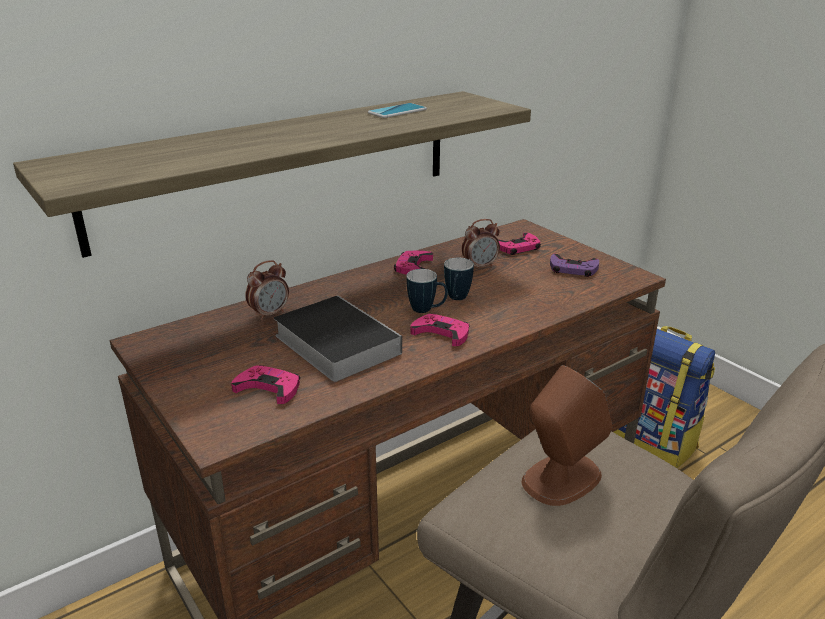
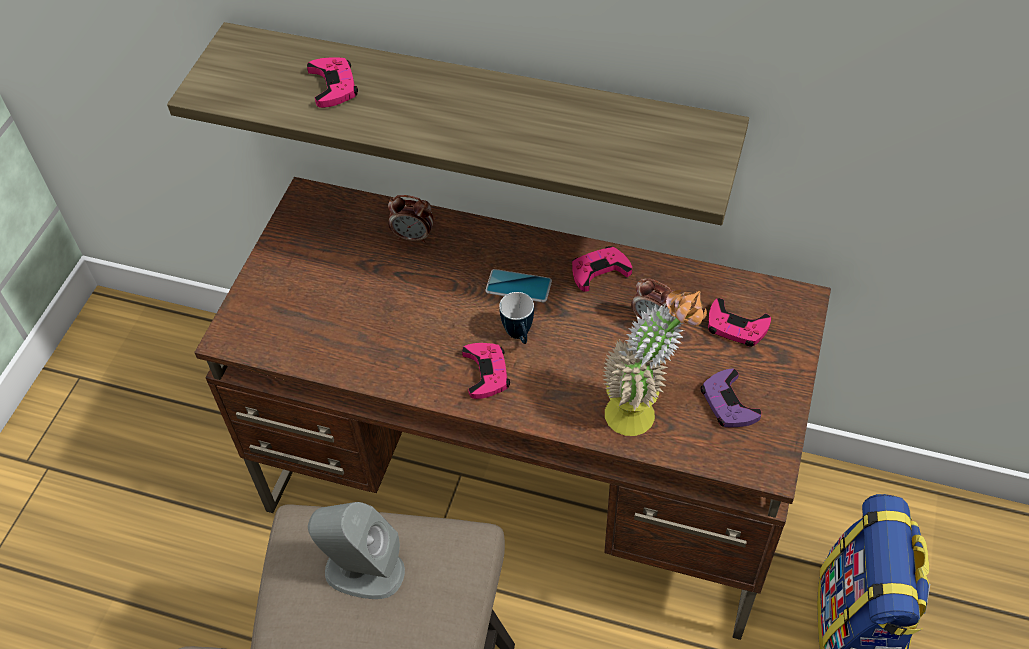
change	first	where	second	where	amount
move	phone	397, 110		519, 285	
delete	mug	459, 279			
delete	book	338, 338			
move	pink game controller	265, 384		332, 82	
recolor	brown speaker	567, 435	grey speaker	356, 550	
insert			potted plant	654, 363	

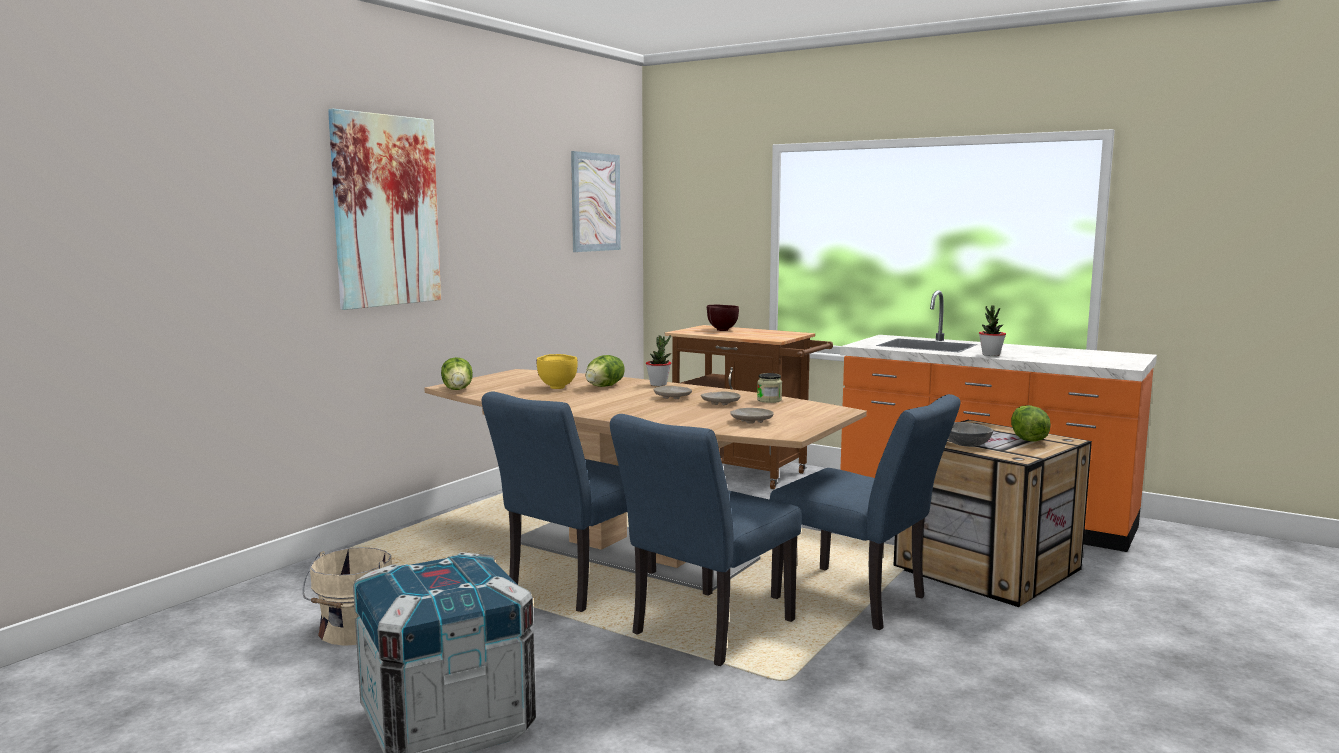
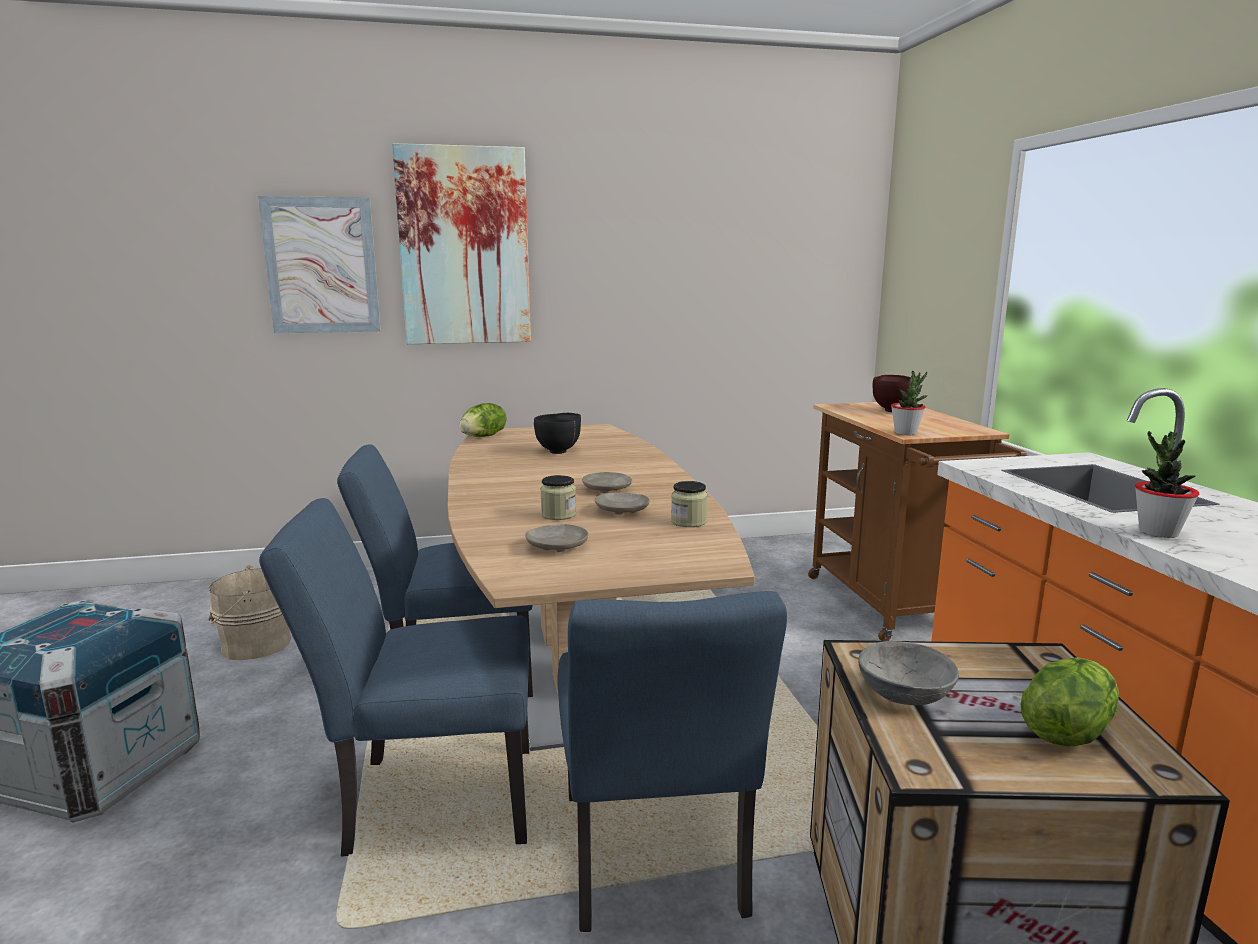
change	first	where	second	where	amount
move	picture	596, 201		319, 264	
move	potted plant	658, 360		909, 403	
recolor	yellow bowl	557, 371	black bowl	557, 433	
delete	lettuce	605, 371			
insert			jar	558, 497	

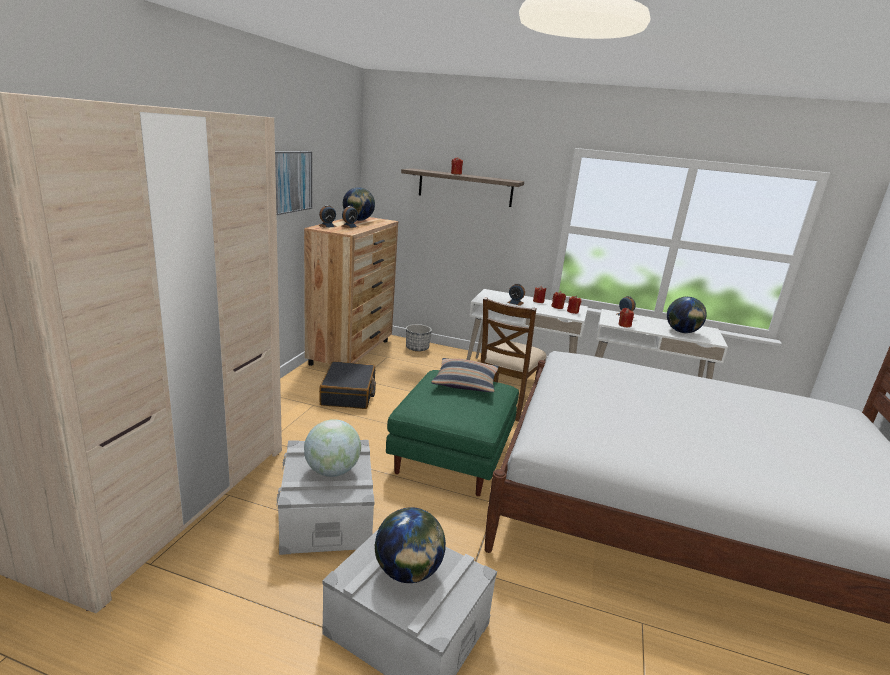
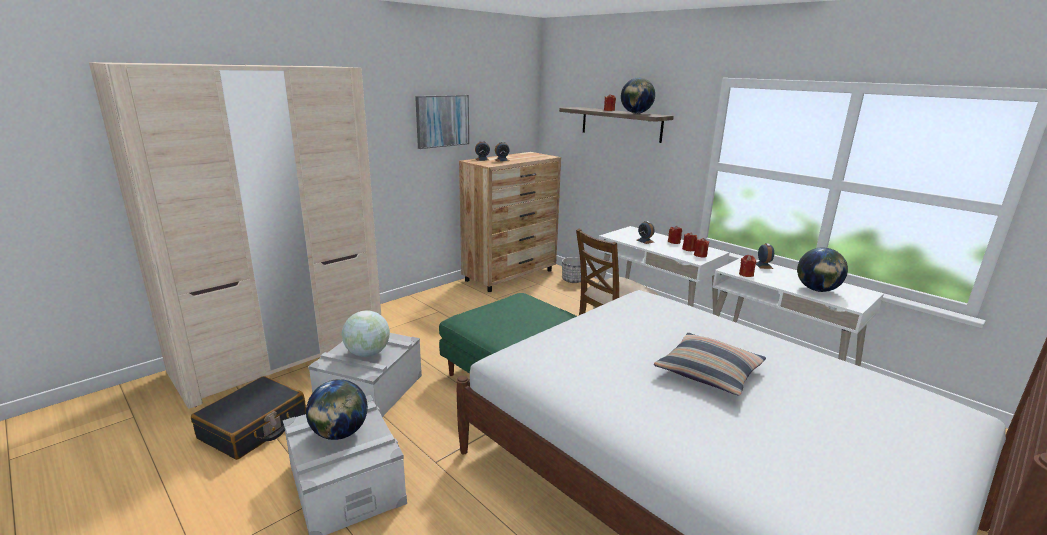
change	first	where	second	where	amount
move	globe	359, 204		638, 96	
move	pillow	465, 375		710, 364	
move	black suitcase	347, 385		248, 418	

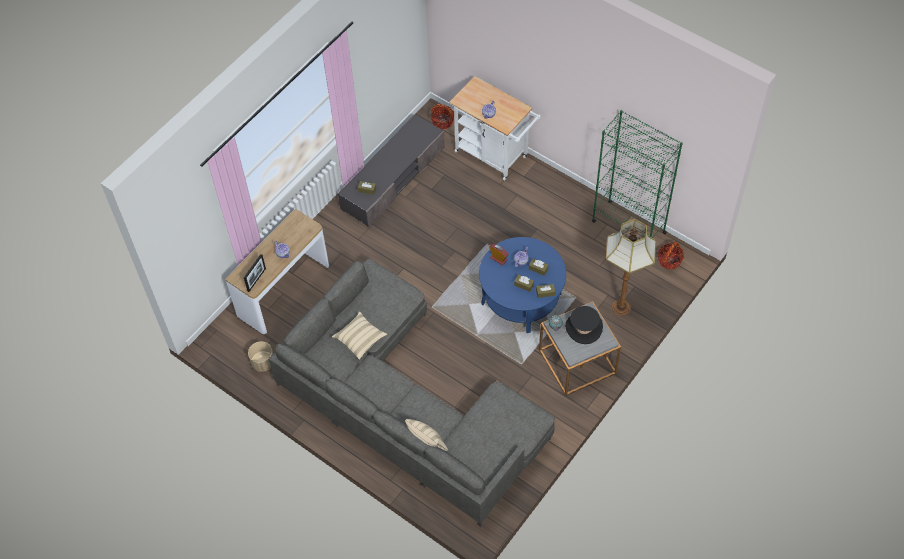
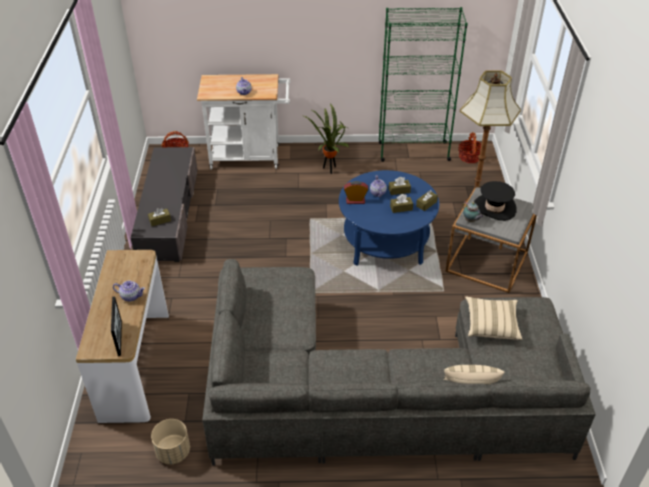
change	first	where	second	where	amount
move	beige pillow	359, 335		493, 318	
insert			potted plant	326, 138	

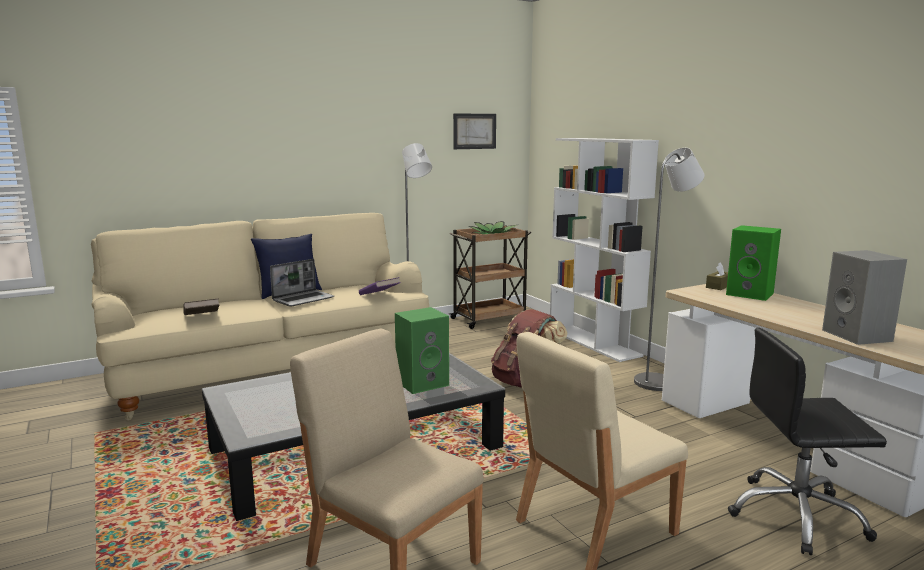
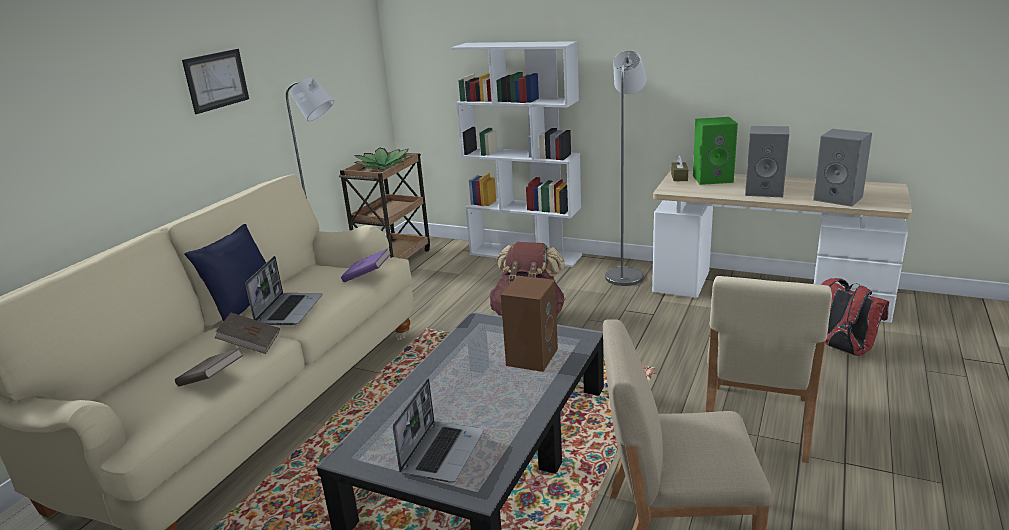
change	first	where	second	where	amount
move	picture	474, 131		215, 81	
recolor	green speaker	422, 350	brown speaker	529, 324	
replace	black office chair	807, 441	red backpack	855, 317	
insert			grey speaker	767, 161	
insert			brown book	247, 333	
insert			laptop	438, 430	

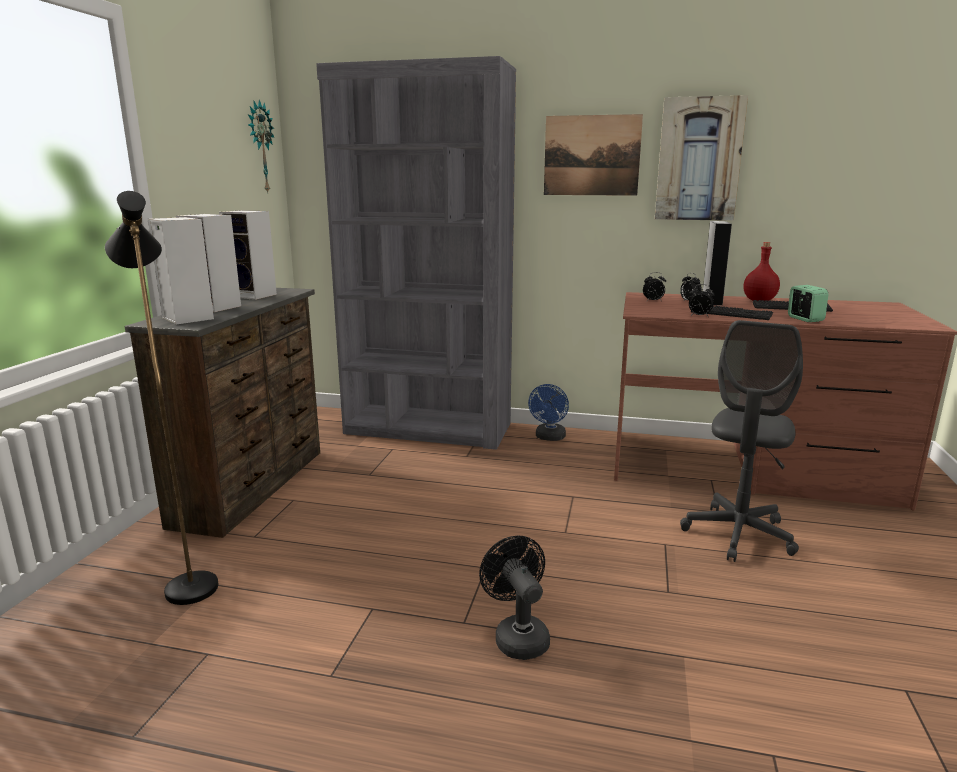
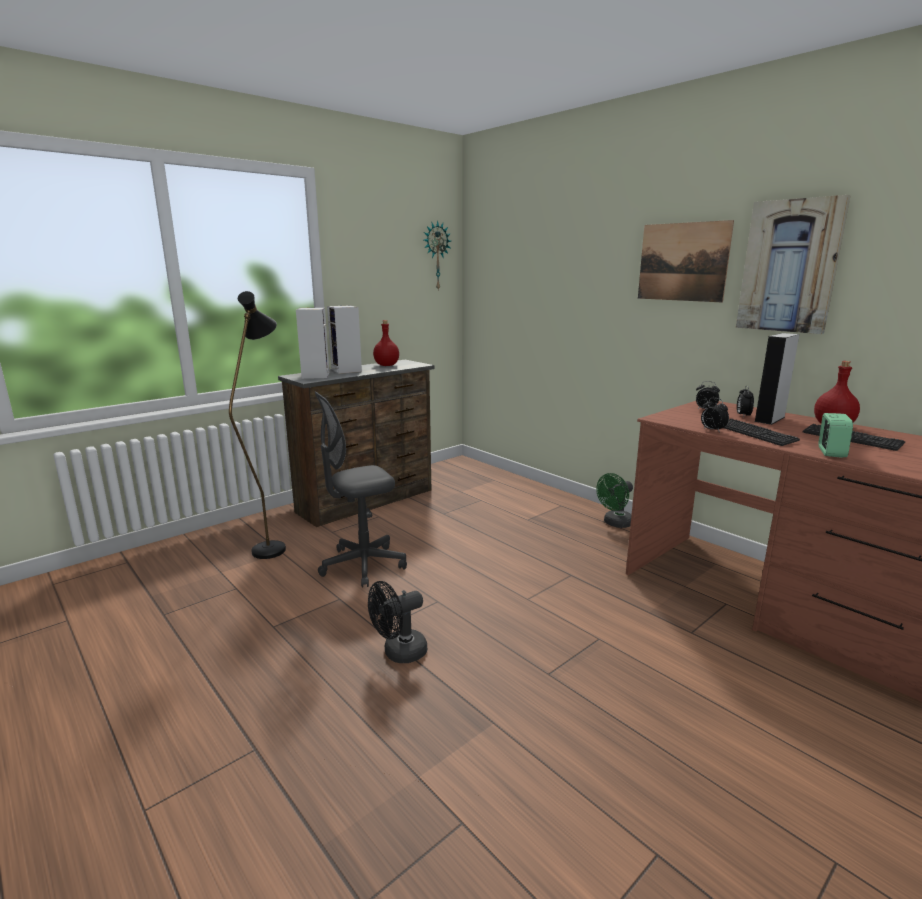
change	first	where	second	where	amount
delete	grey bookcase	416, 253			
replace	speaker	248, 255	red bottle	386, 343	
move	grey office chair	741, 441		361, 489	
recolor	blue fan	548, 412	green fan	614, 500	
rotate	black fan	514, 598		397, 622	135 degrees counterclockwise

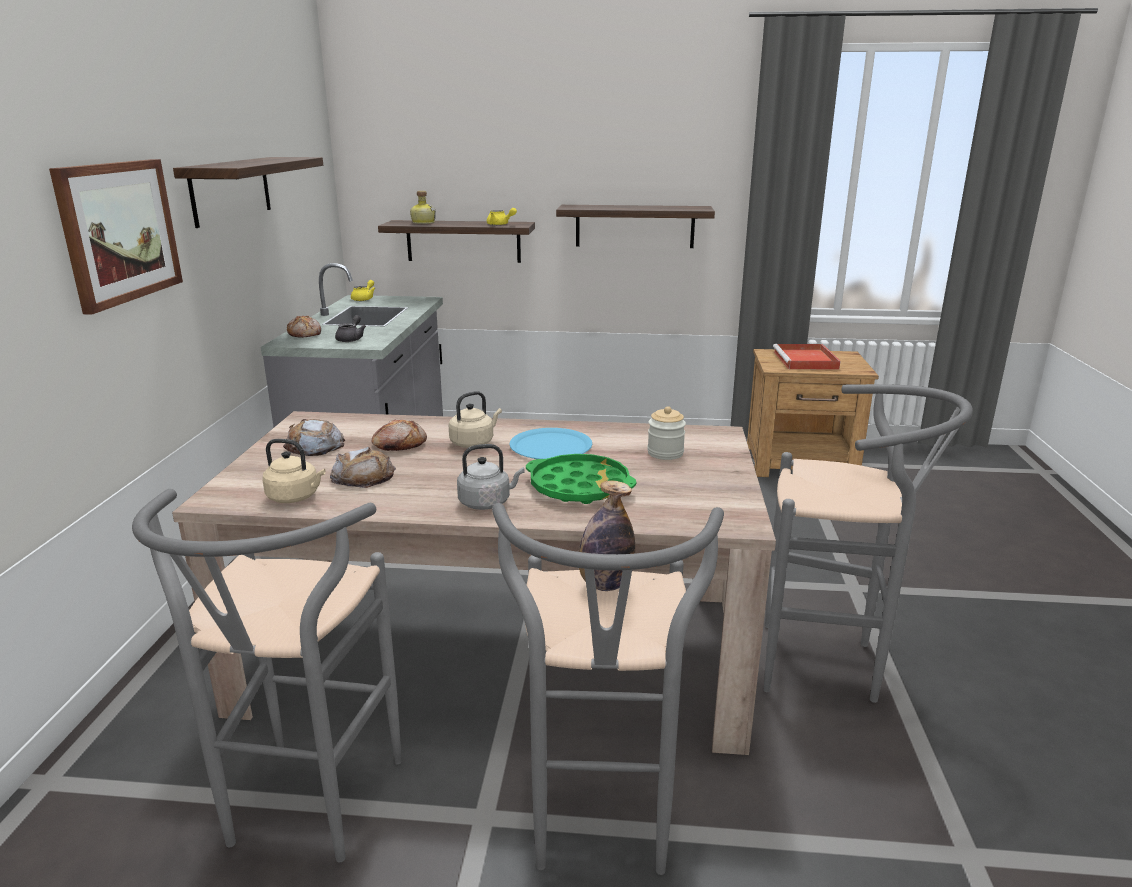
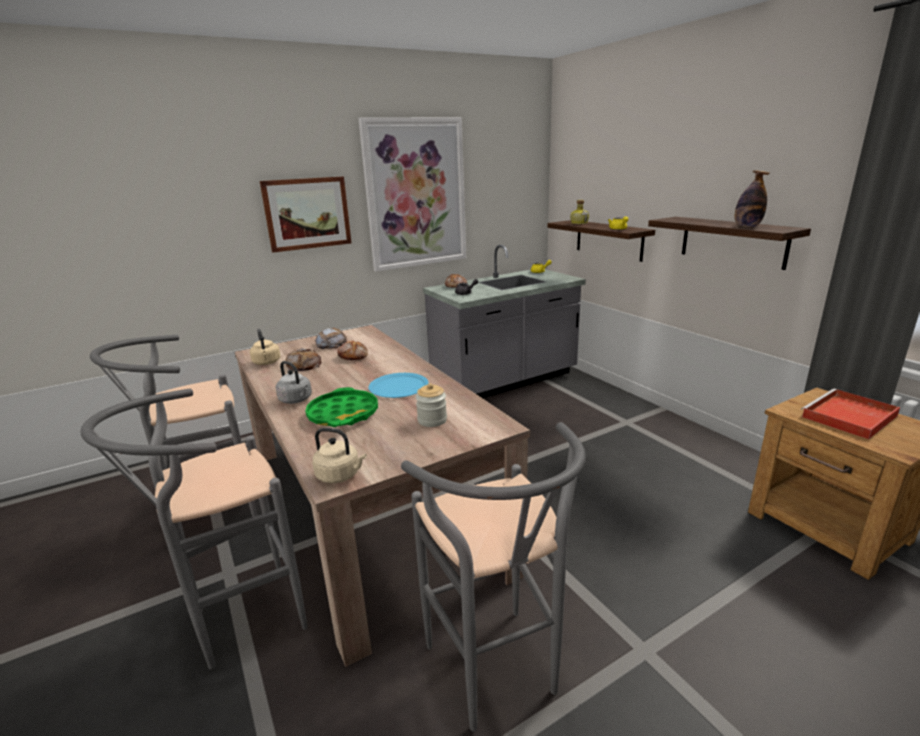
change	first	where	second	where	amount
replace	shelf	248, 192	picture	412, 194	
move	beige kettle	475, 419		339, 455	
move	bottle	607, 535		752, 198	

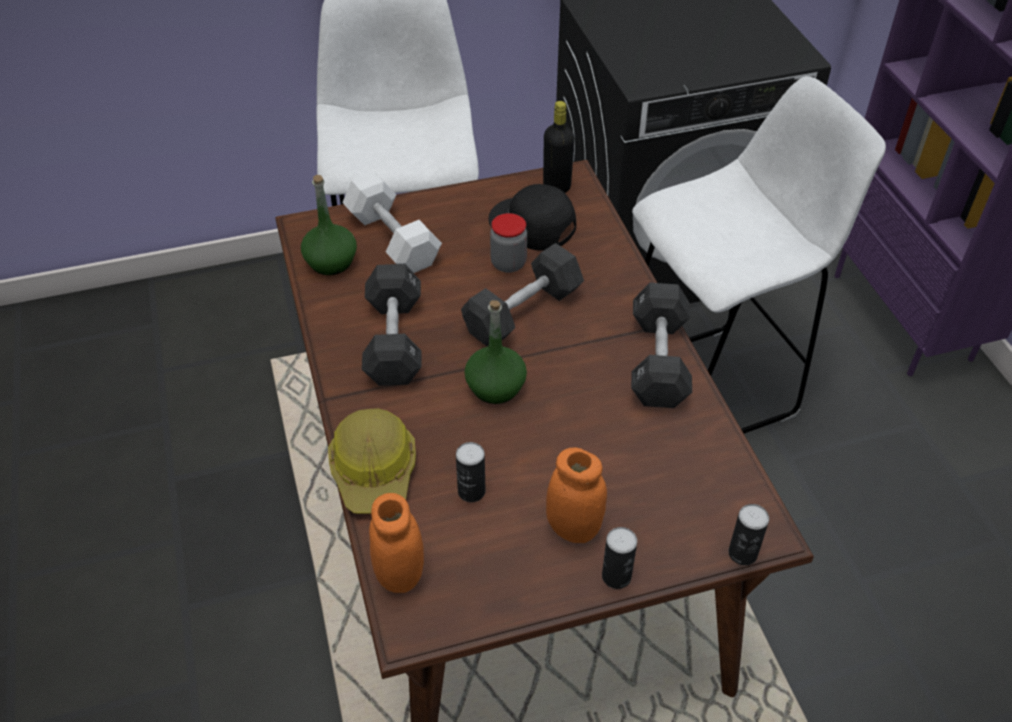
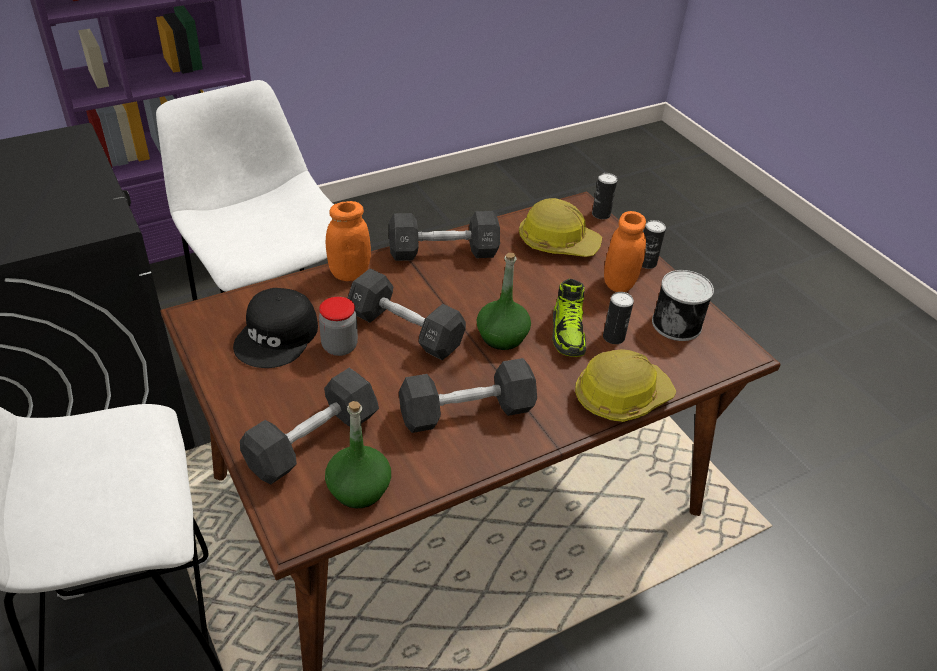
change	first	where	second	where	amount
delete	black bottle	559, 147			
recolor	white dumbbell	392, 222	black dumbbell	309, 426	
move	orange jar	396, 543		348, 241	
insert			hard hat	560, 227	
insert			can	683, 305	
insert			shoe	569, 318	

